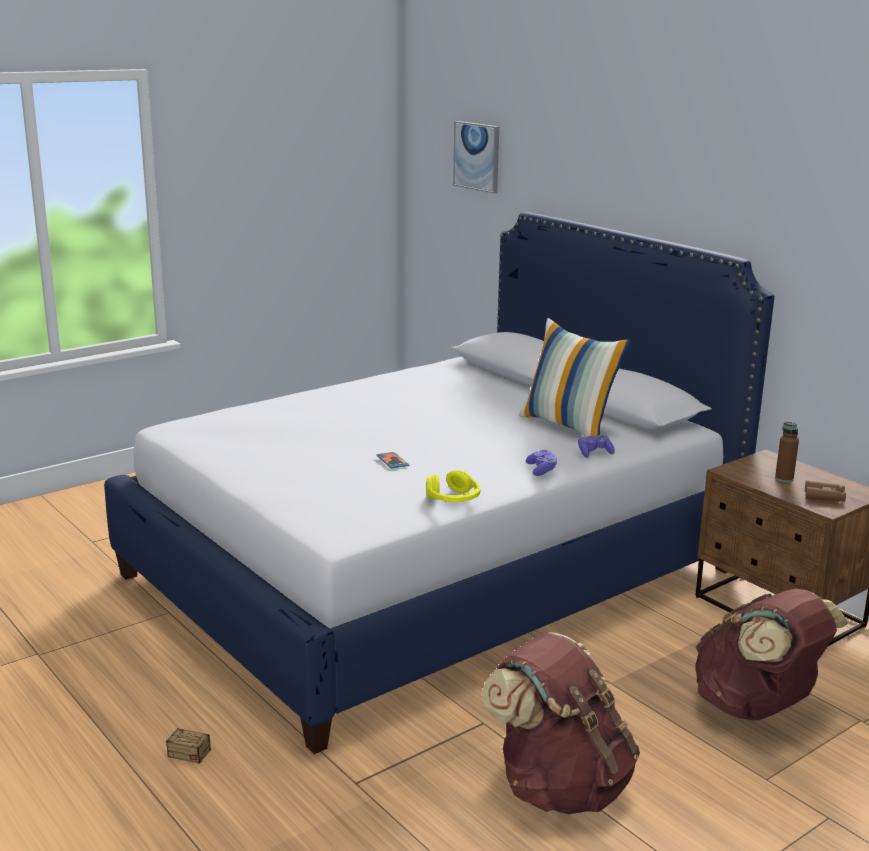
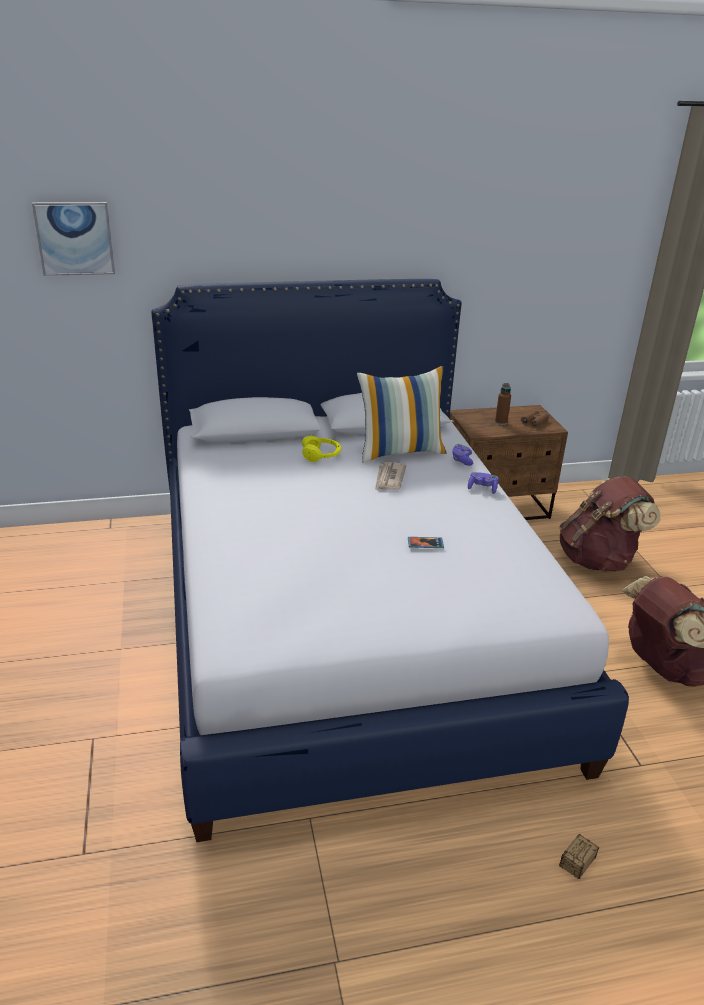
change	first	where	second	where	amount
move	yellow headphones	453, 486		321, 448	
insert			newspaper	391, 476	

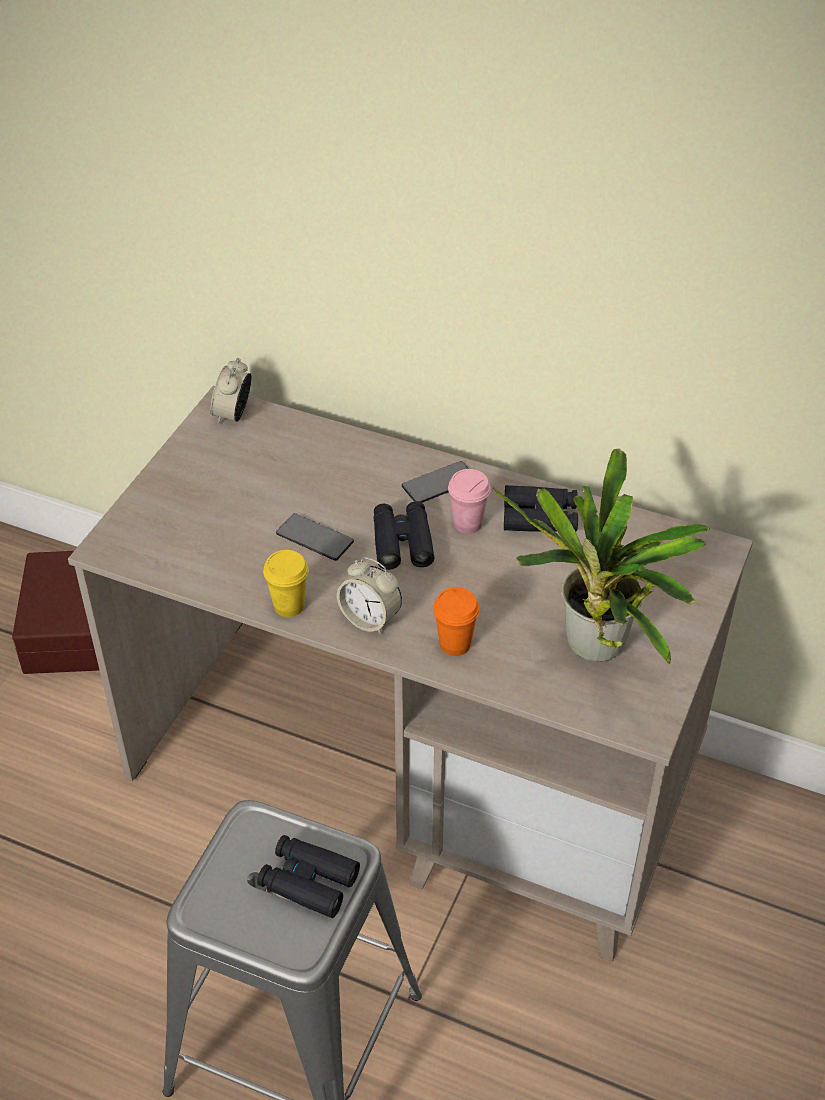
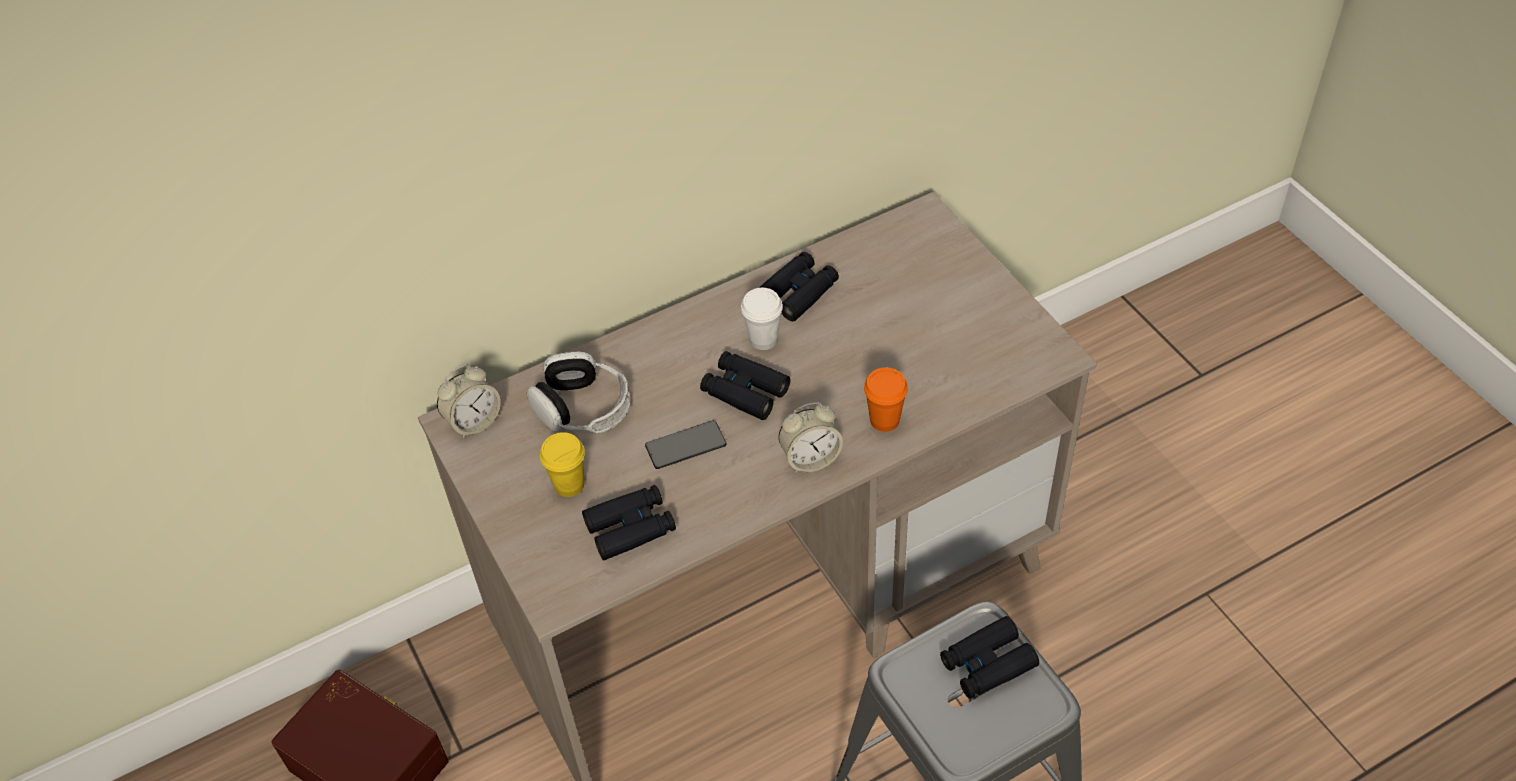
change	first	where	second	where	amount
rotate	alarm clock	230, 391		469, 401	90 degrees counterclockwise
delete	potted plant	601, 556			
delete	phone	435, 482			
recolor	pink cup	469, 501	white cup	762, 319	
move	yellow cup	286, 583		562, 464	
insert			headphones	578, 392	
insert			black binoculars	629, 523	

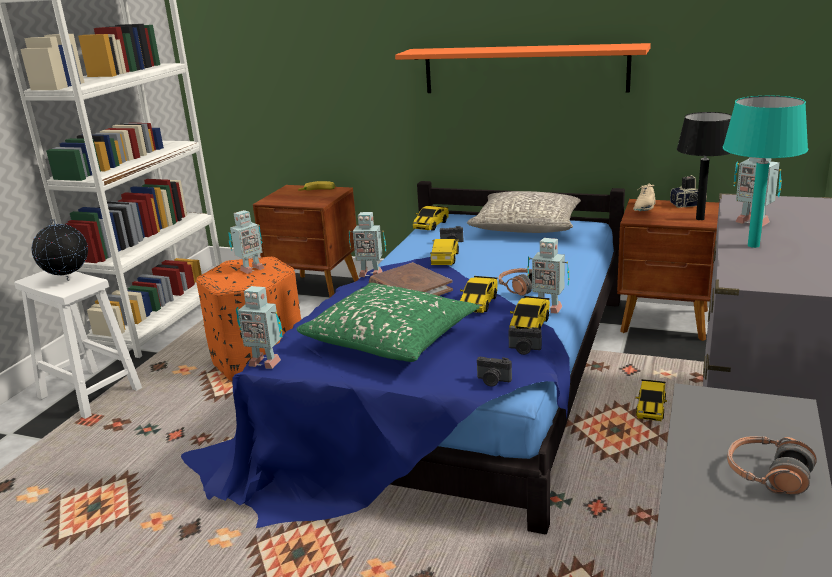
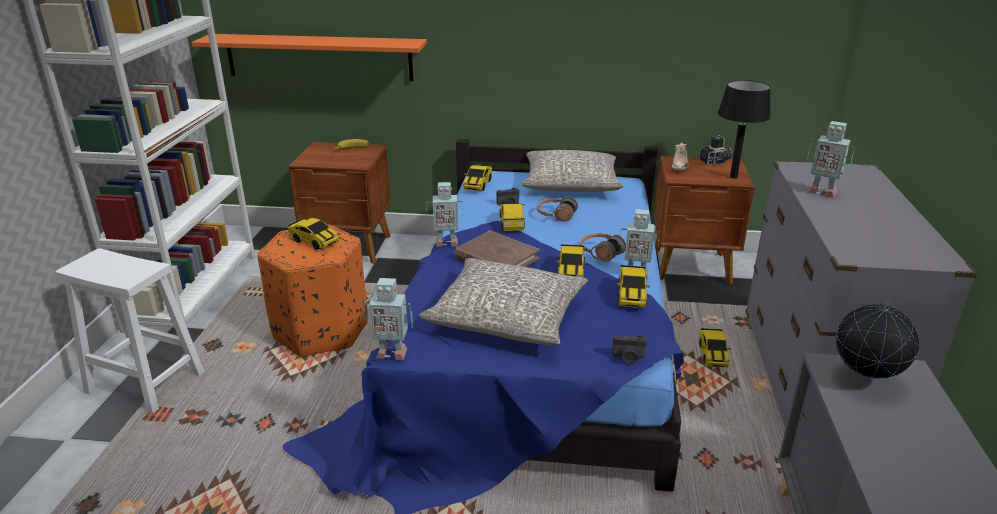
change	first	where	second	where	amount
move	orange shelf	523, 68		309, 57	
delete	turquoise table lamp	765, 172			
replace	toy robot	246, 242	toy car	313, 234	
move	globe	60, 250		877, 341	
recolor	green pillow	388, 322	grey pillow	503, 302	
delete	photo camera	525, 341			
move	headphones	772, 465		557, 209	

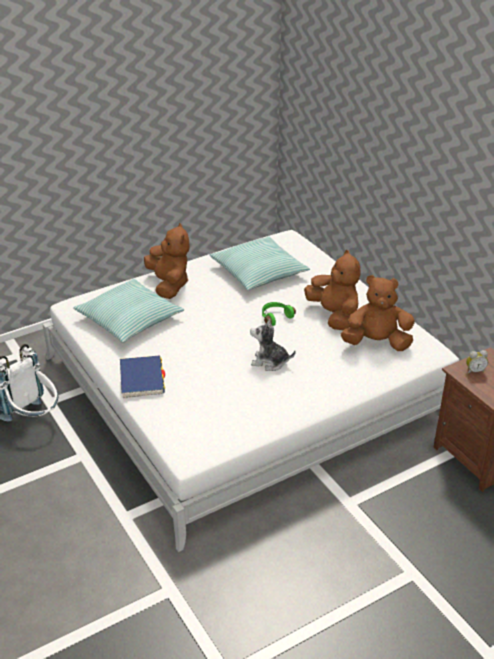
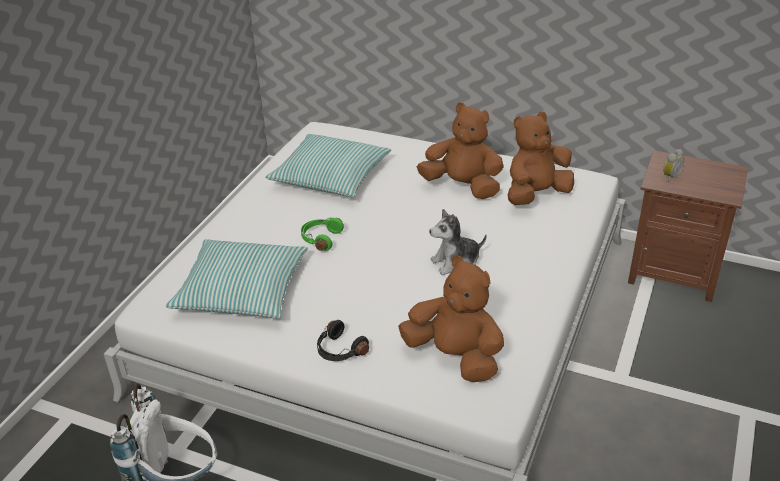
change	first	where	second	where	amount
move	brown plush toy	167, 261		451, 319	
move	green headphones	279, 314		322, 234	
replace	blue book	142, 377	black headphones	343, 340	

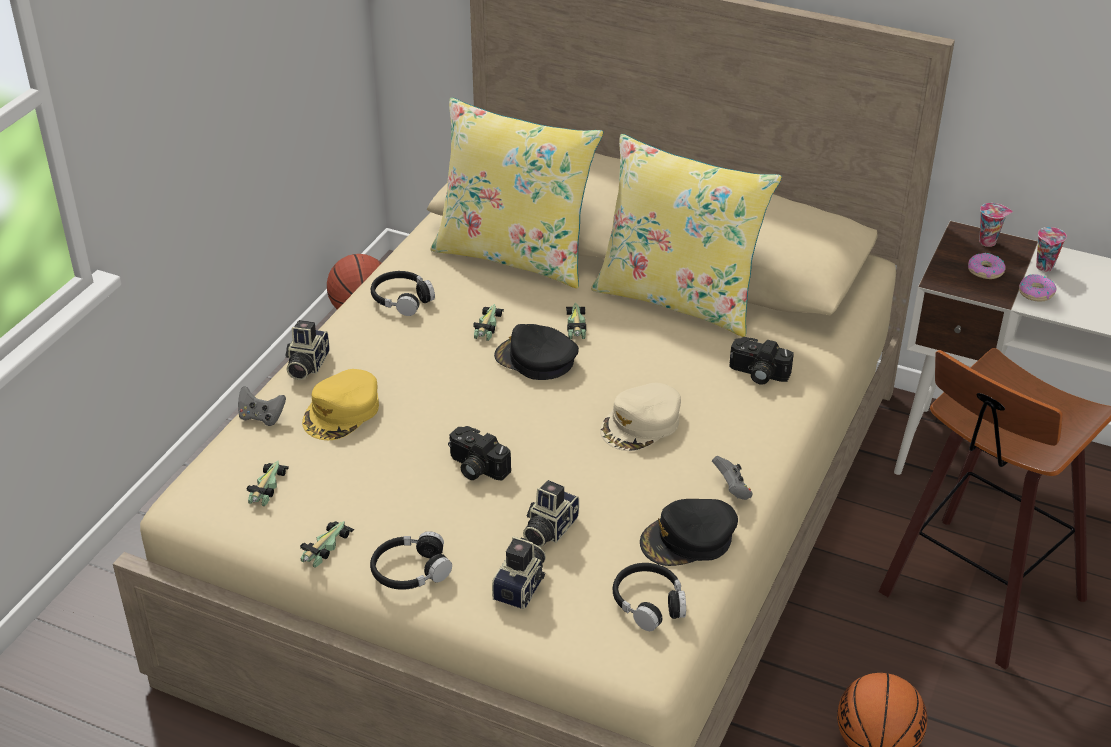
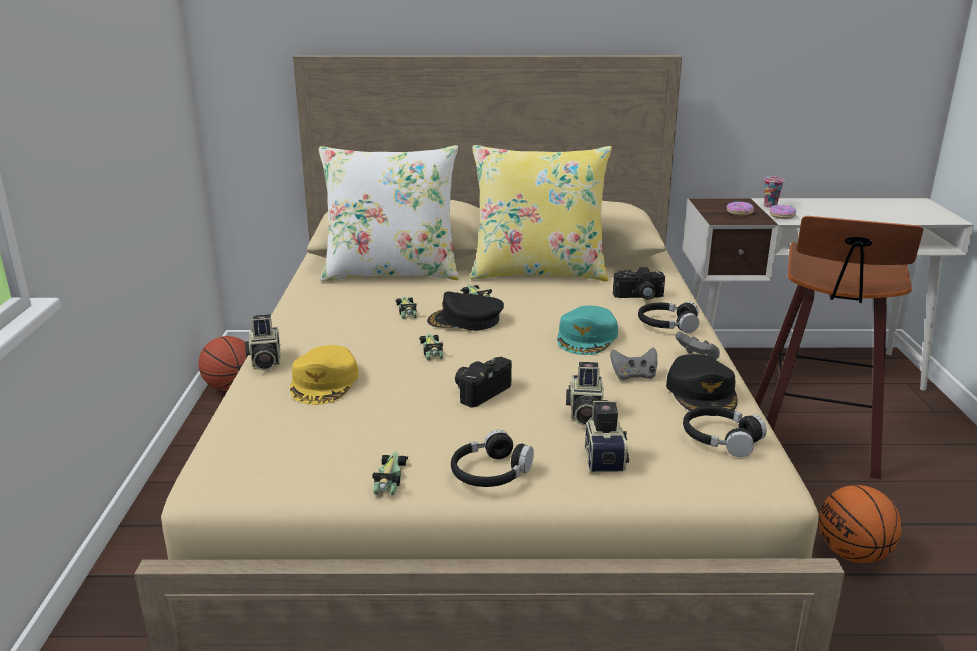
change	first	where	second	where	amount
recolor	yellow pillow	516, 193	white pillow	389, 213	
delete	cup	996, 225			
move	black headphones	403, 293		668, 317	
recolor	beige cap	640, 417	turquoise cap	587, 330	
move	grey game controller	262, 406		633, 363	
rotate	photo camera	479, 453		483, 382	120 degrees clockwise
move	toy car	267, 483		431, 346	
rotate	black cap	689, 532		702, 385	45 degrees counterclockwise

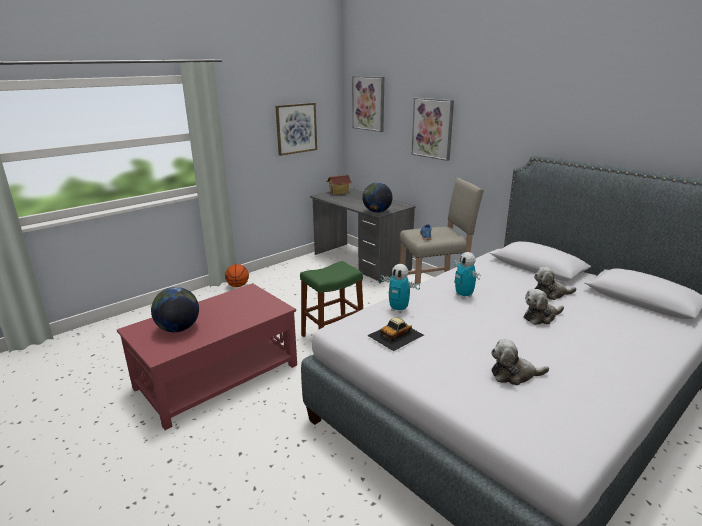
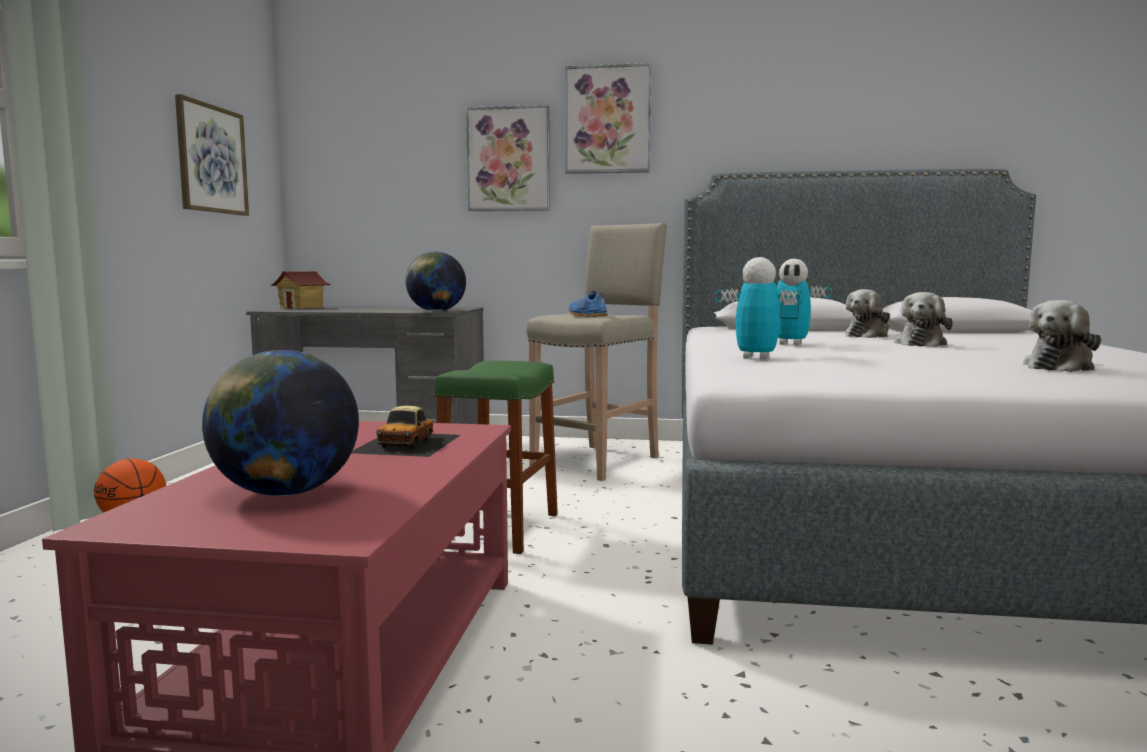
change	first	where	second	where	amount
move	picture	368, 104		608, 118	
rotate	toy robot	400, 288		759, 308	150 degrees counterclockwise
move	toy car	395, 334		406, 431	

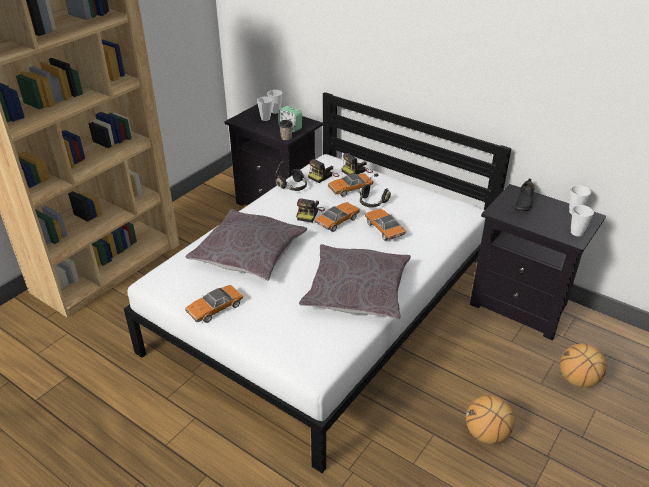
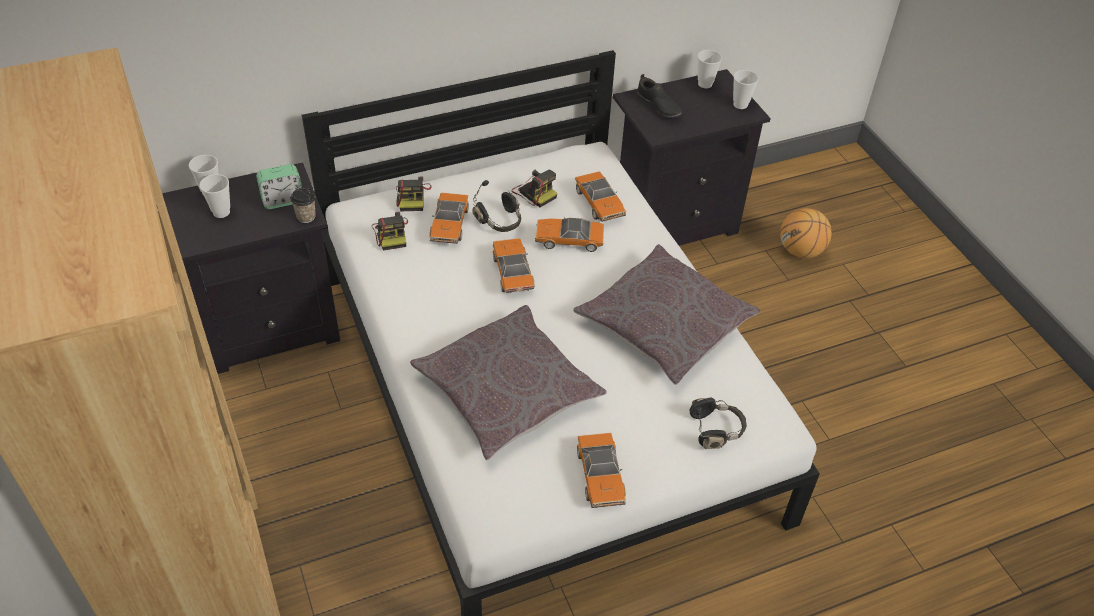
change	first	where	second	where	amount
move	black headphones	291, 176		718, 423	
move	photo camera	310, 210		534, 188	
delete	basketball	490, 419			
insert			toy car	600, 196	

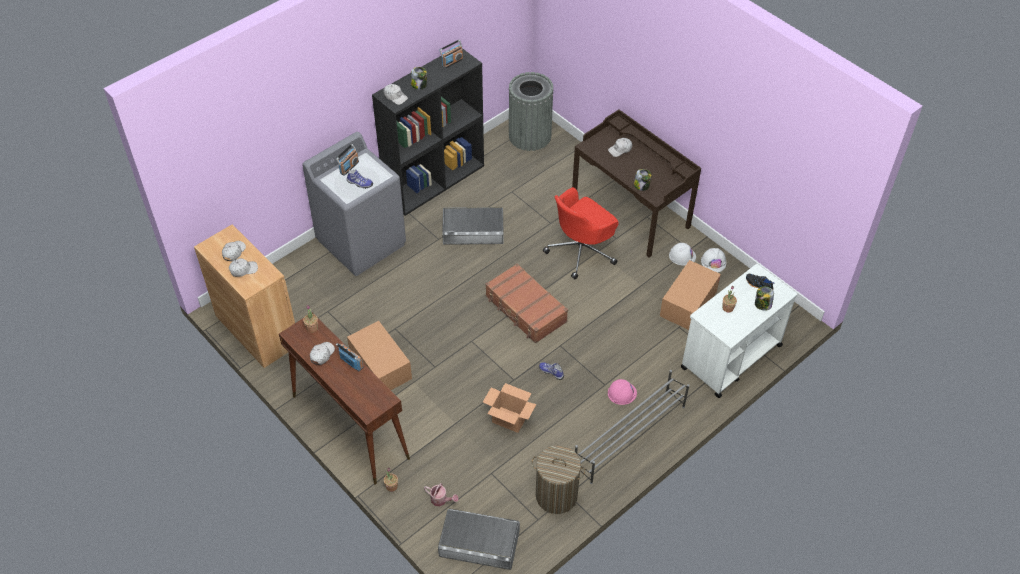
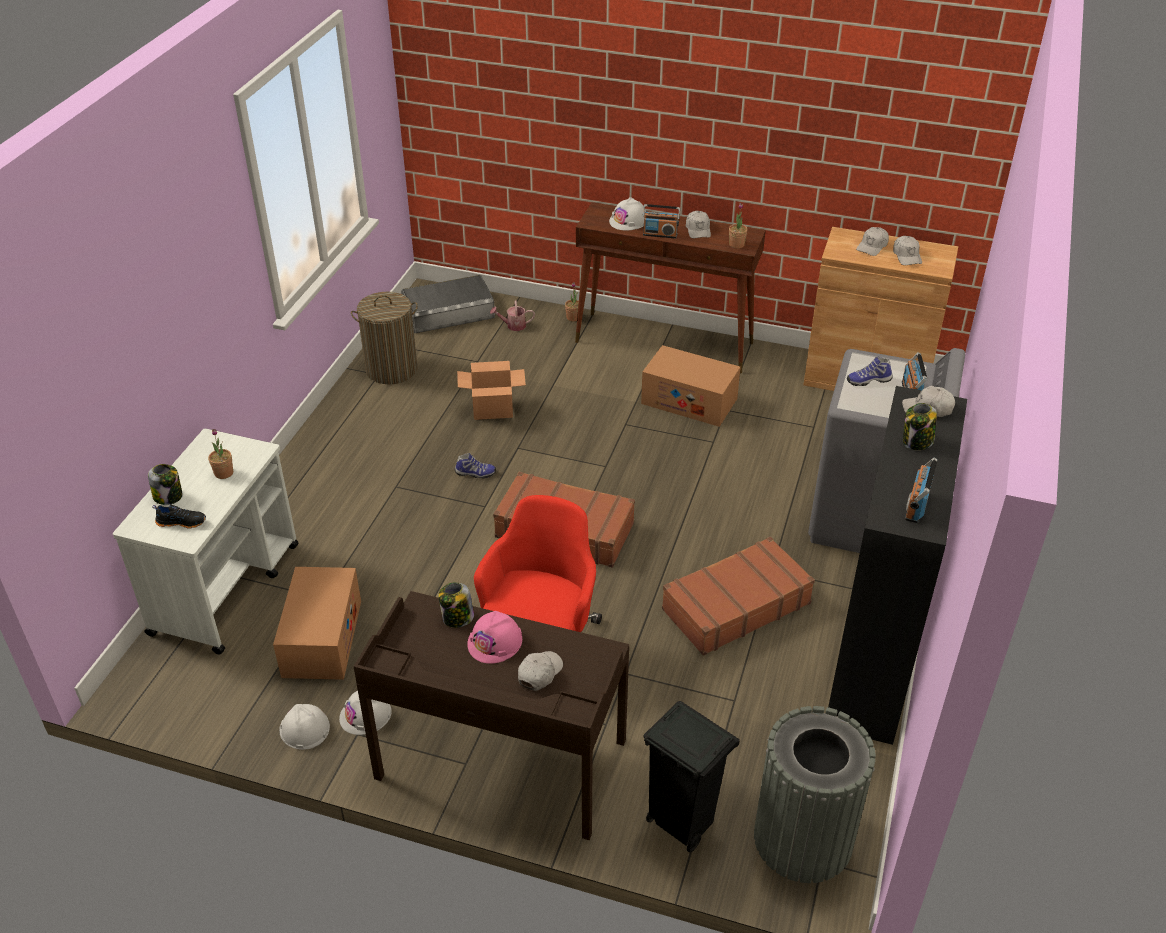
change	first	where	second	where	amount
replace	grey storage box	472, 226	brown suitcase	738, 596	
delete	grey shoe rack	632, 427			
move	pink hard hat	622, 392		494, 637	
insert			white hard hat	627, 213	
insert			black trash can	692, 776	

